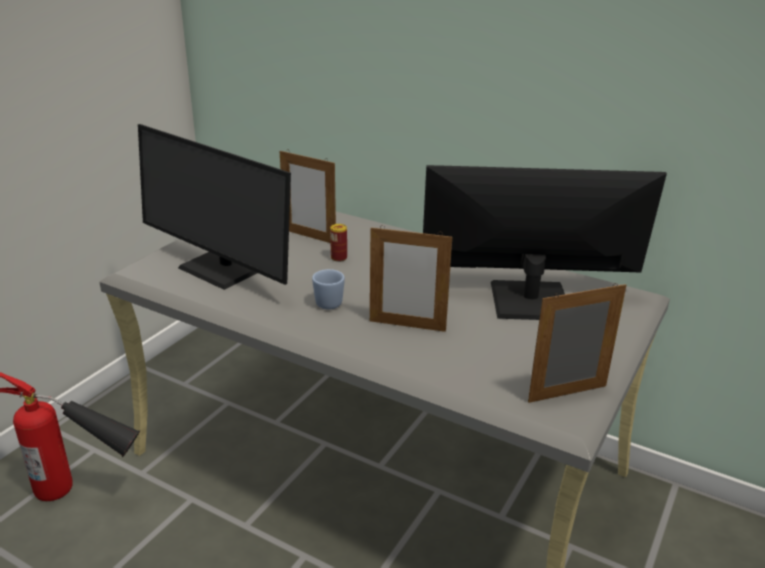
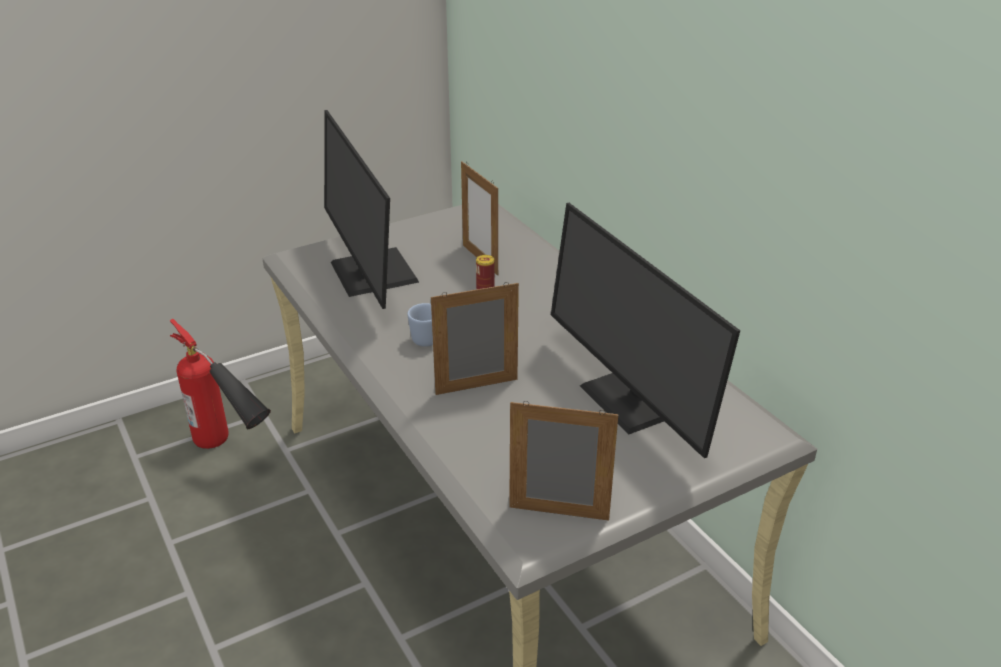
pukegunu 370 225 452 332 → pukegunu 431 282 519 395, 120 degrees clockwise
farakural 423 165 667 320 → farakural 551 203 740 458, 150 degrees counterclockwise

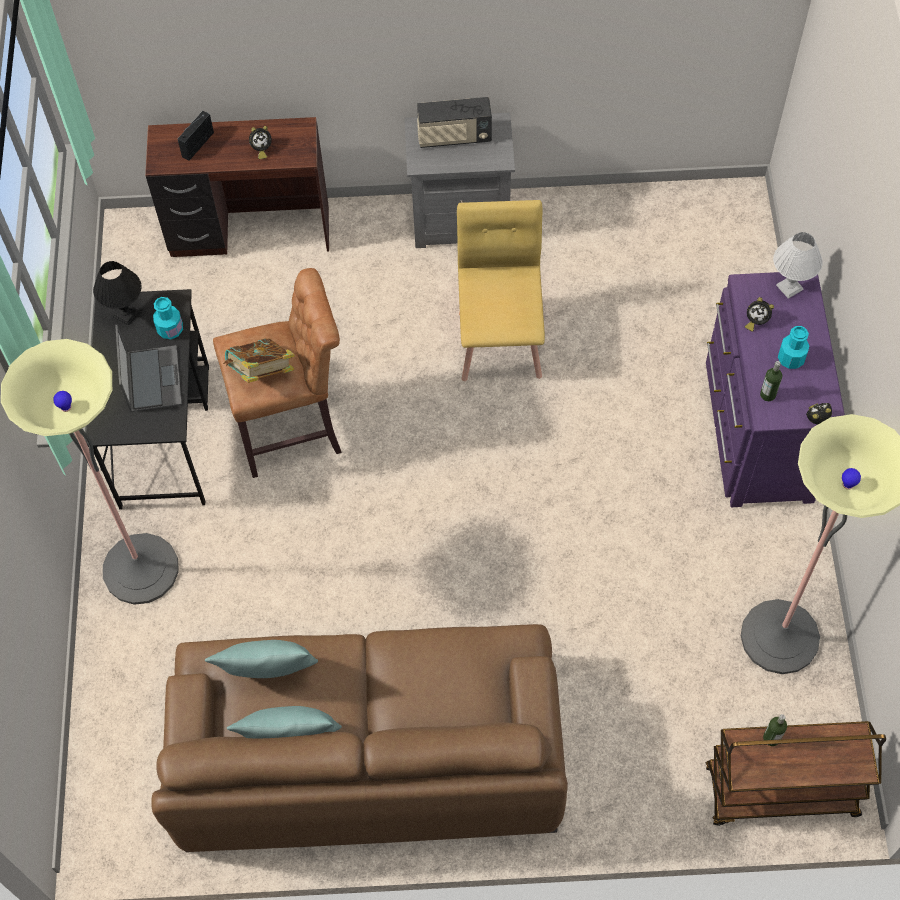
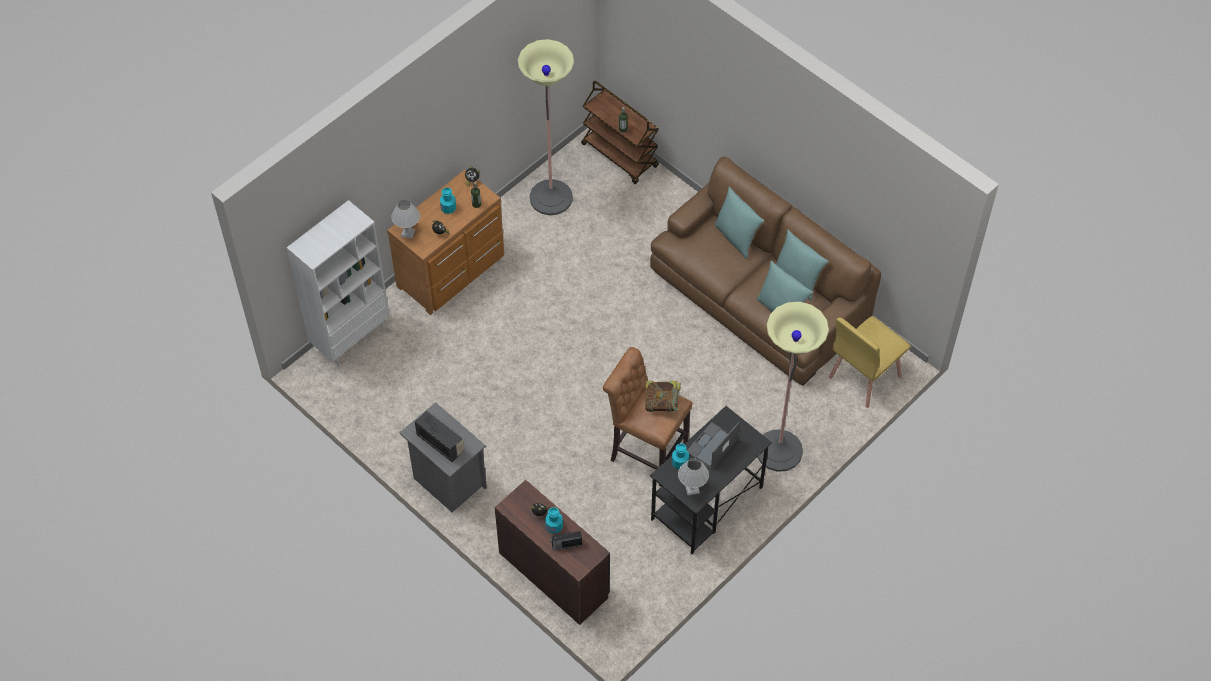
- → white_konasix 286 200 390 367
- → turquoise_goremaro 545 507 563 533
- → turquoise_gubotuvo 715 186 764 259
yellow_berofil 457 200 545 381 → yellow_berofil 829 316 911 408, moved
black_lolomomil 93 261 142 325 → white_lolomomil 678 458 709 495
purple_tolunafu 706 272 845 507 → brown_tolunafu 387 170 504 315

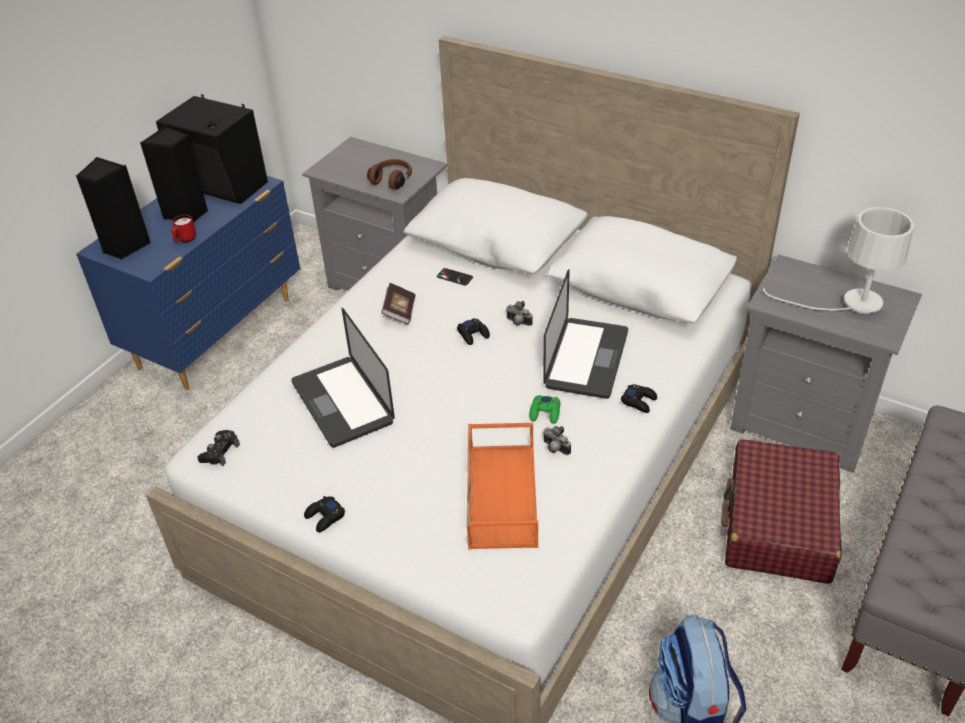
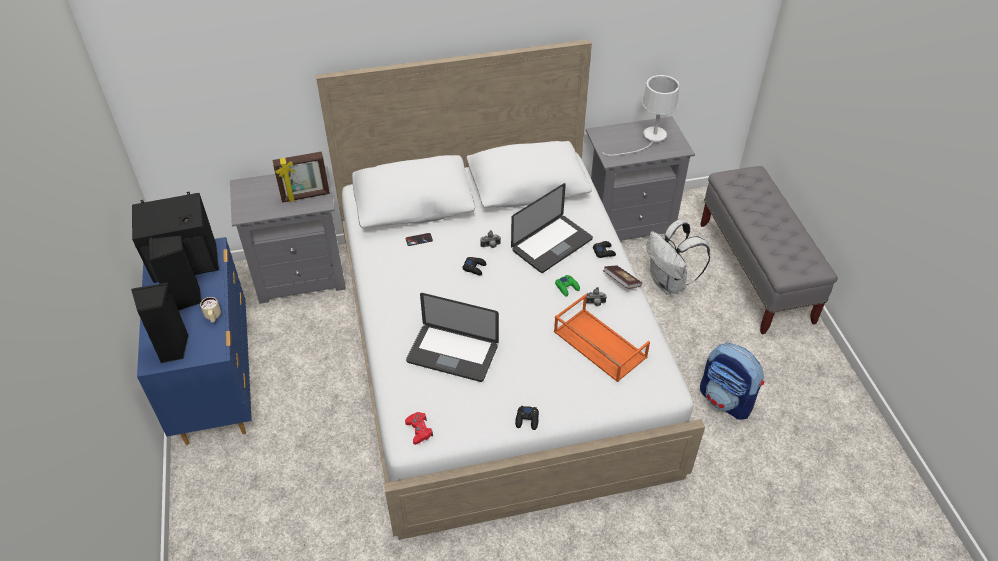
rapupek 381 283 416 324 → rapupek 603 266 642 289, moved
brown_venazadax 367 159 412 190 → pukegunu 272 152 330 202
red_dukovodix 721 439 842 584 → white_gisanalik 646 219 710 294
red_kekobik 171 215 196 243 → beige_kekobik 200 297 221 322
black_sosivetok 197 430 240 466 → red_sosivetok 405 412 433 445
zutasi 543 269 628 399 → zutasi 511 183 593 273, 75 degrees clockwise

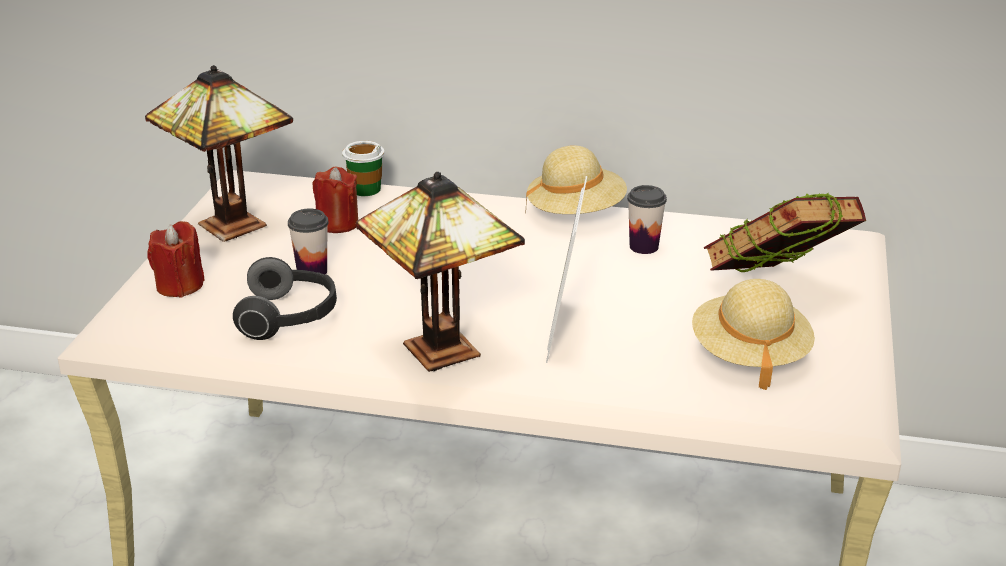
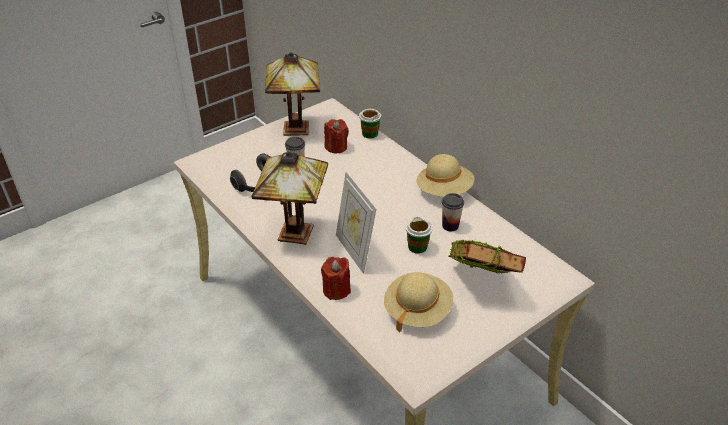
- → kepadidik 405 217 433 254
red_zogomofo 147 221 205 298 → red_zogomofo 321 257 351 300, moved
pukegunu 546 176 587 363 → pukegunu 336 171 377 274, 75 degrees counterclockwise

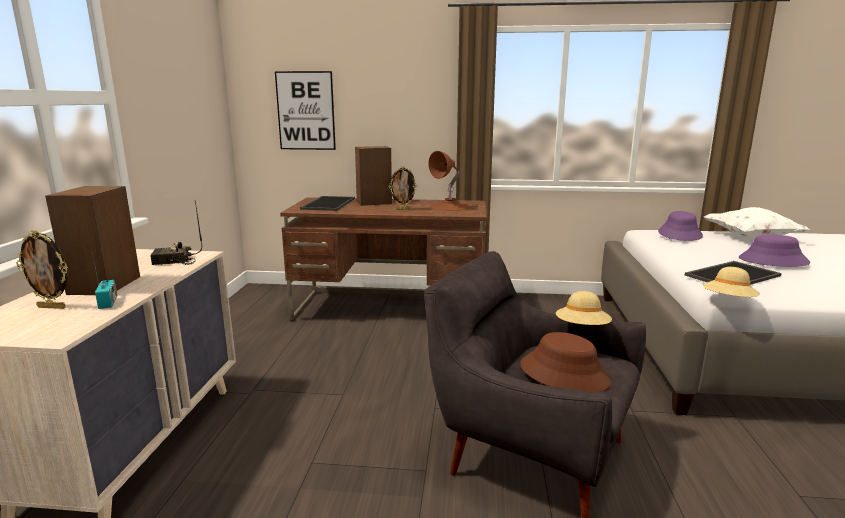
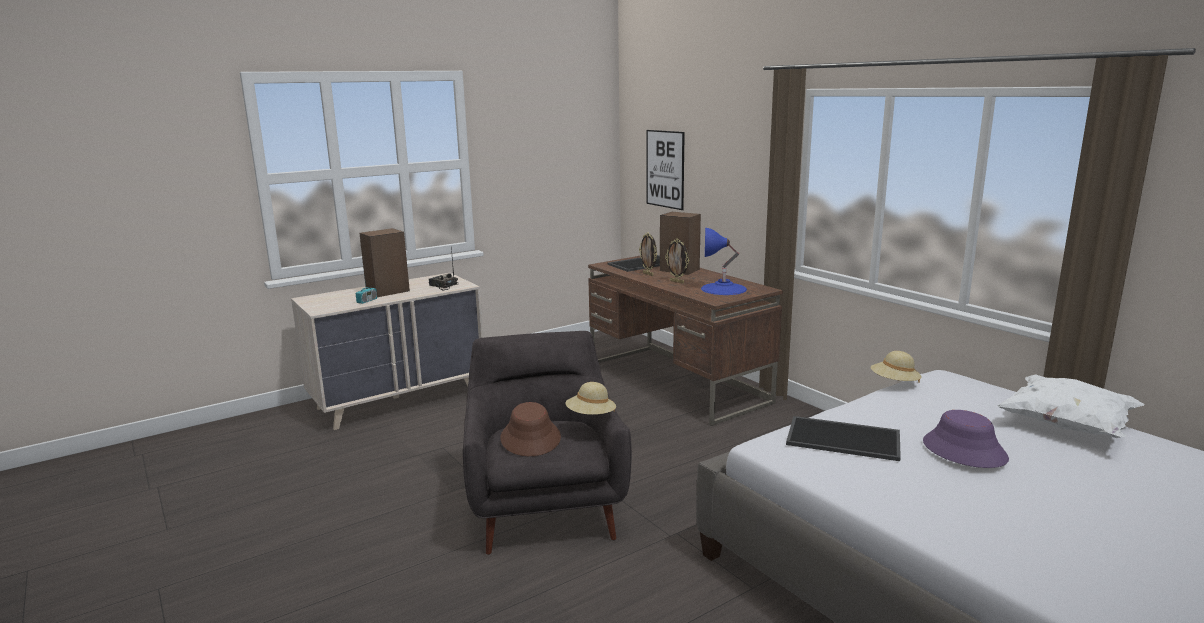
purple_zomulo 658 211 703 241 → -
pukegunu 16 230 68 309 → pukegunu 639 233 657 276, moved
beige_zomulo 703 267 760 297 → beige_zomulo 871 351 922 383, moved
brown_lolomomil 428 151 471 211 → blue_lolomomil 701 228 747 295

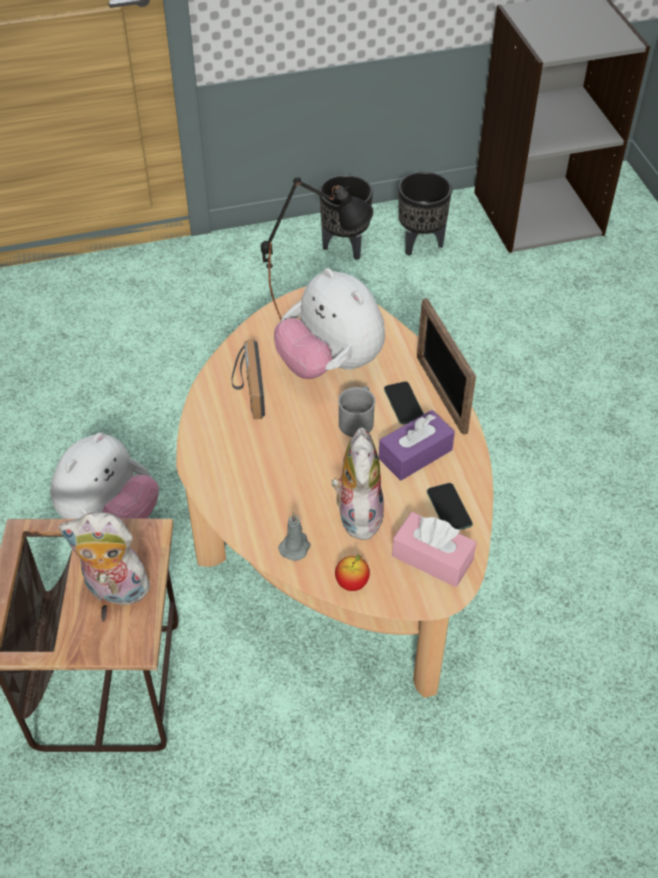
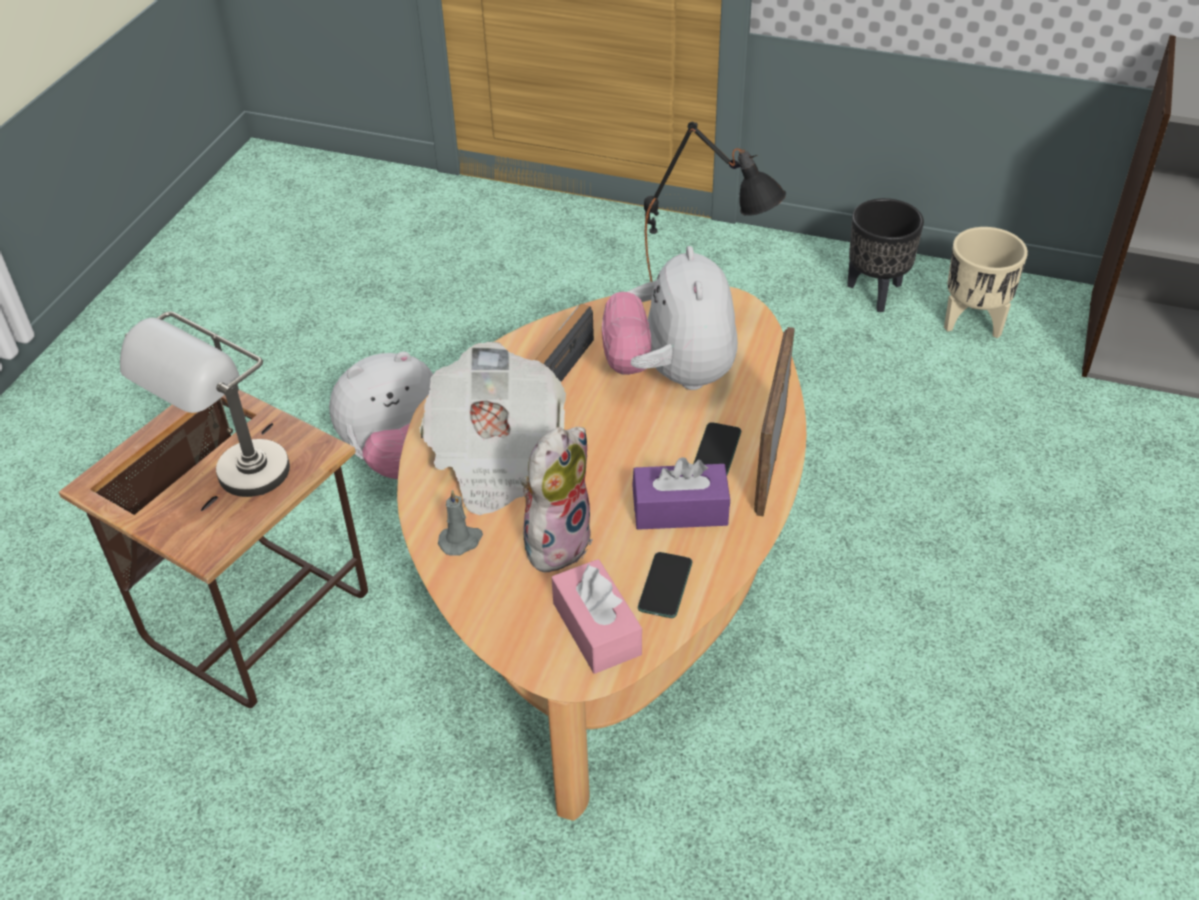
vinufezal 335 554 370 591 → -
grey_kekobik 338 386 375 437 → -
- → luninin 419 342 566 515
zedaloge 59 512 156 606 → grey_lolomomil 120 312 290 497
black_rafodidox 398 172 452 256 → beige_rafodidox 944 227 1028 338

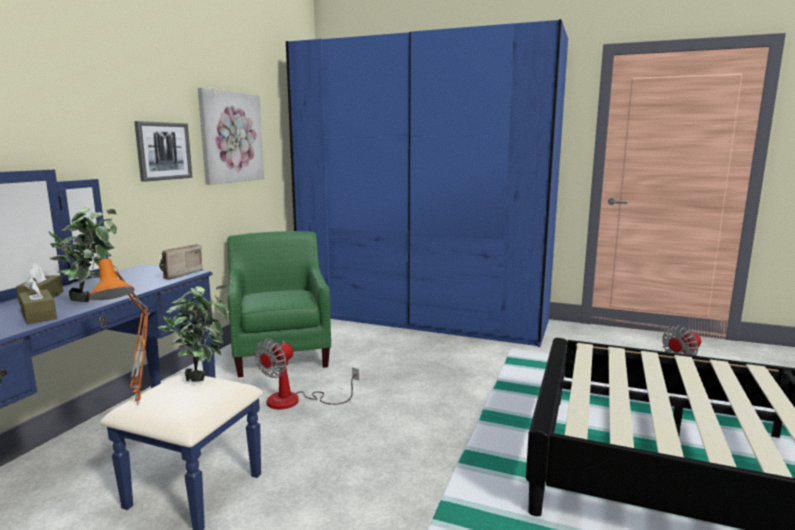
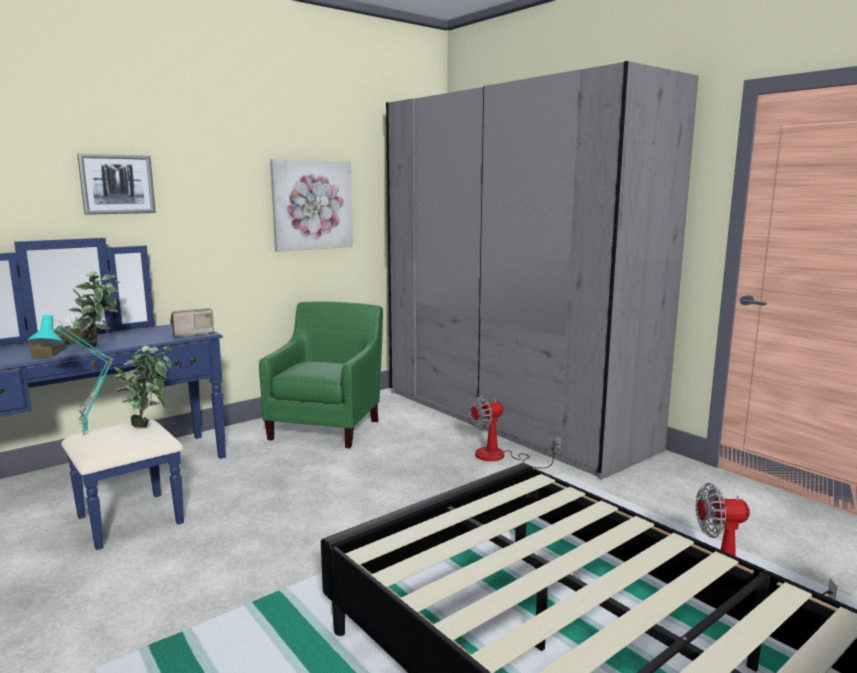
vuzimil 134 121 192 182 → vuzimil 77 154 156 215, moved
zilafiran 255 339 359 409 → zilafiran 469 394 562 469, moved
orange_lolomomil 89 259 150 405 → turquoise_lolomomil 27 315 114 435
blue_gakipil 286 19 568 347 → grey_gakipil 386 61 699 480

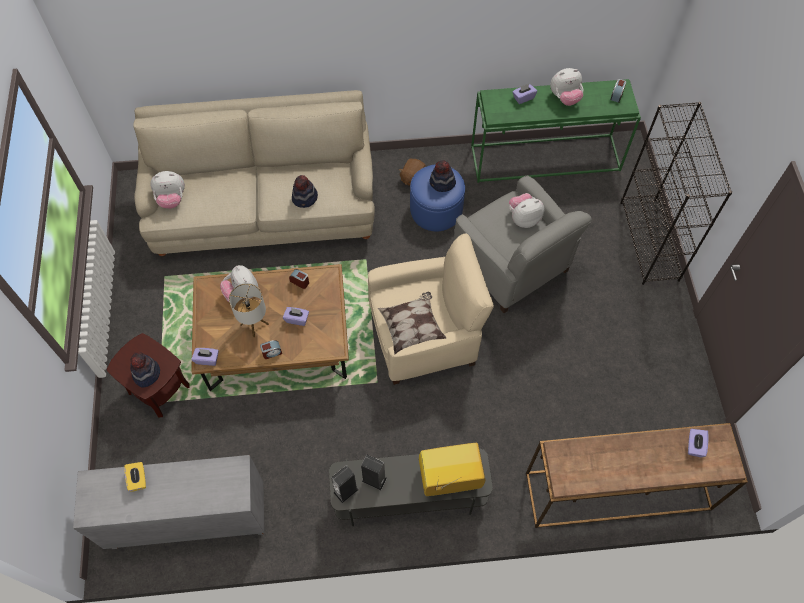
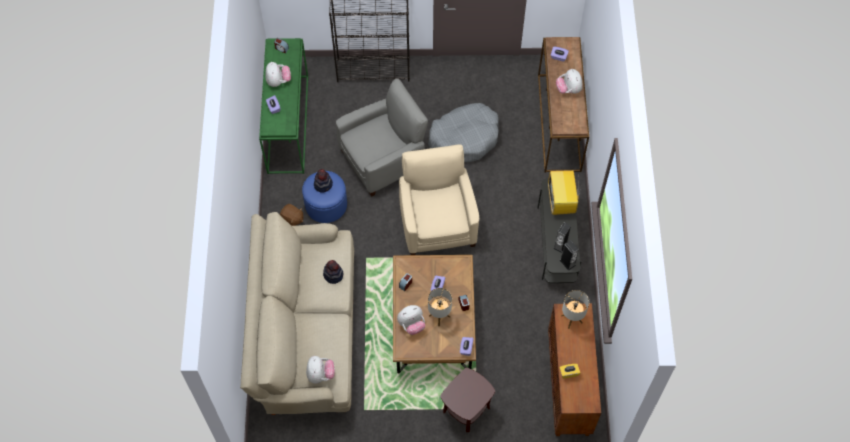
zomulo 130 352 160 387 → -
gubotuvo 378 292 446 355 → -
- → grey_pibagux 428 103 499 162
- → lolomomil 561 290 589 329
zedaloge 509 193 545 228 → zedaloge 556 69 583 94, moved
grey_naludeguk 73 455 264 549 → brown_naludeguk 548 303 601 436

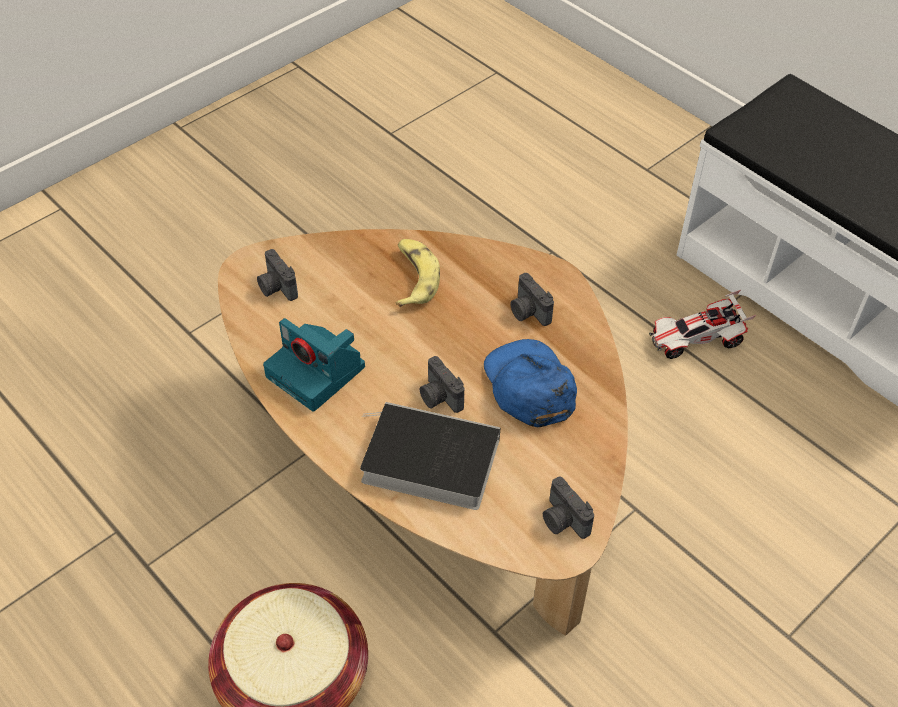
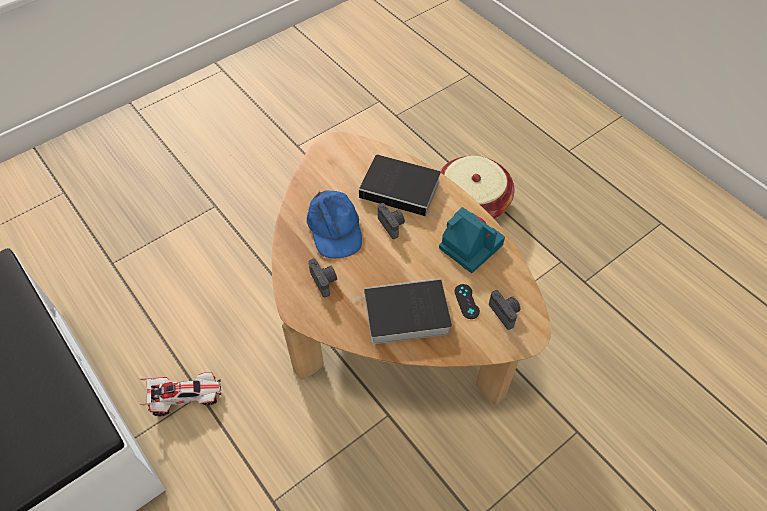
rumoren 543 476 594 539 → -
- → black_sosivetok 454 284 480 319
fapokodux 396 239 440 307 → rapupek 350 278 452 344

